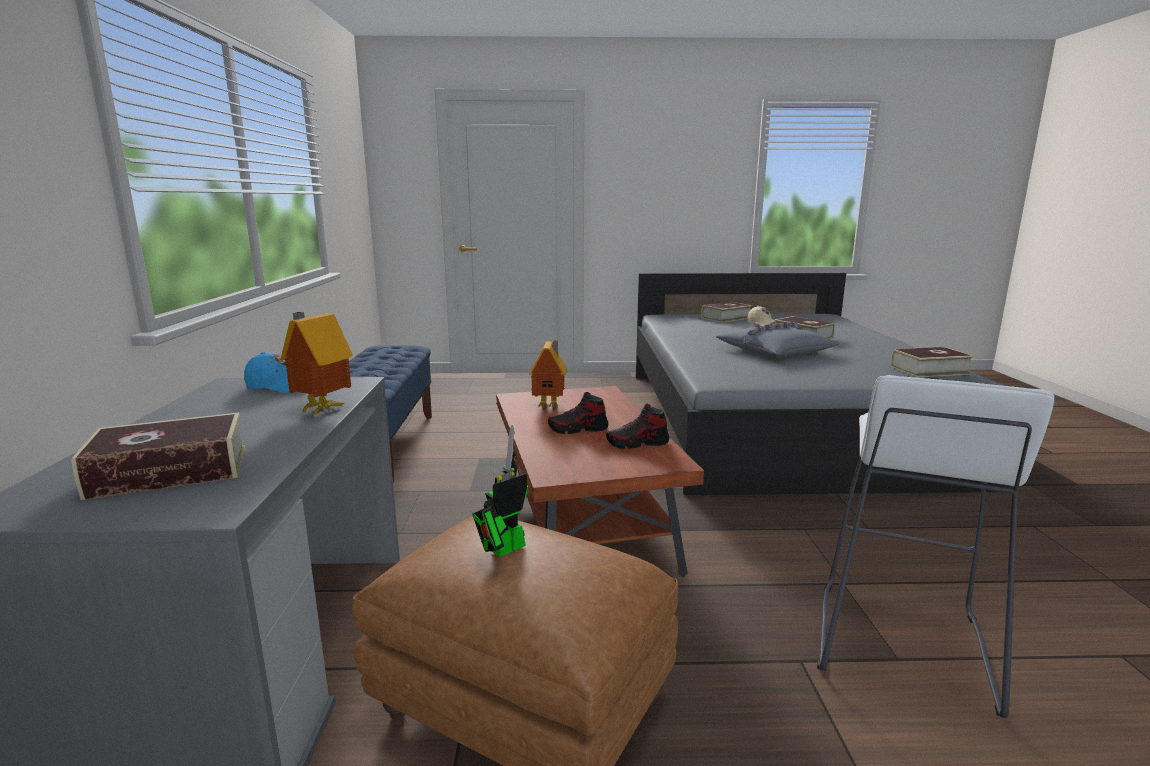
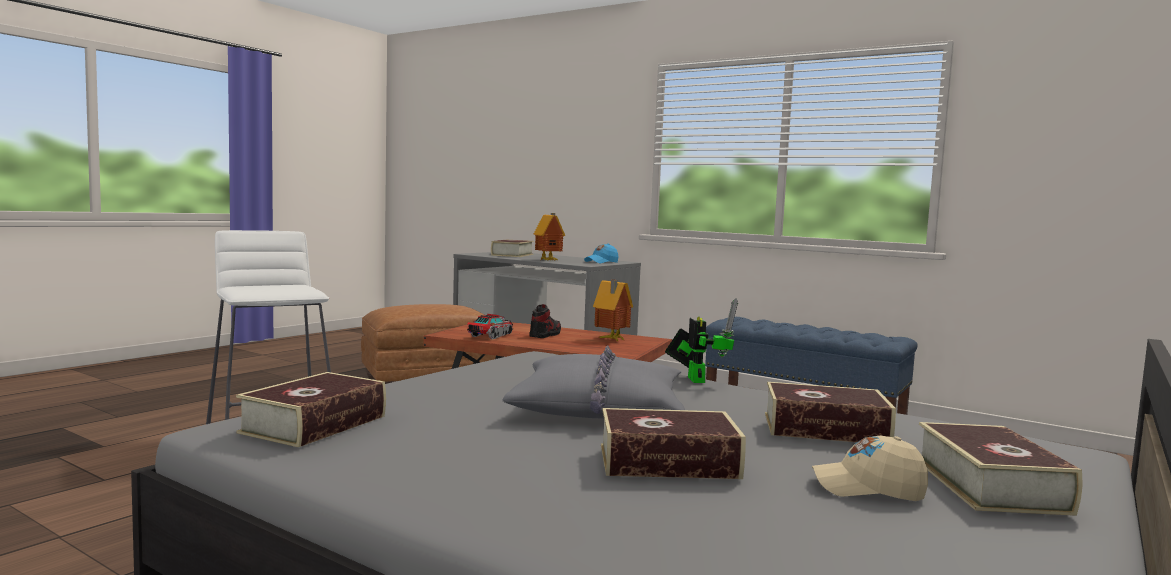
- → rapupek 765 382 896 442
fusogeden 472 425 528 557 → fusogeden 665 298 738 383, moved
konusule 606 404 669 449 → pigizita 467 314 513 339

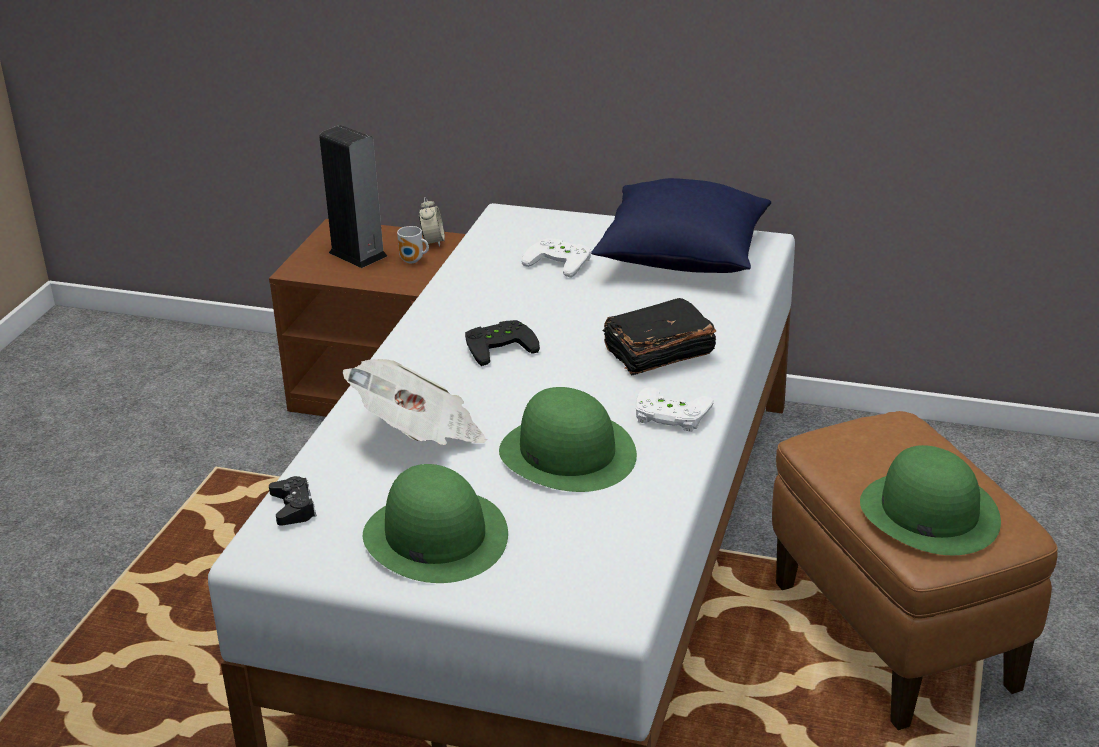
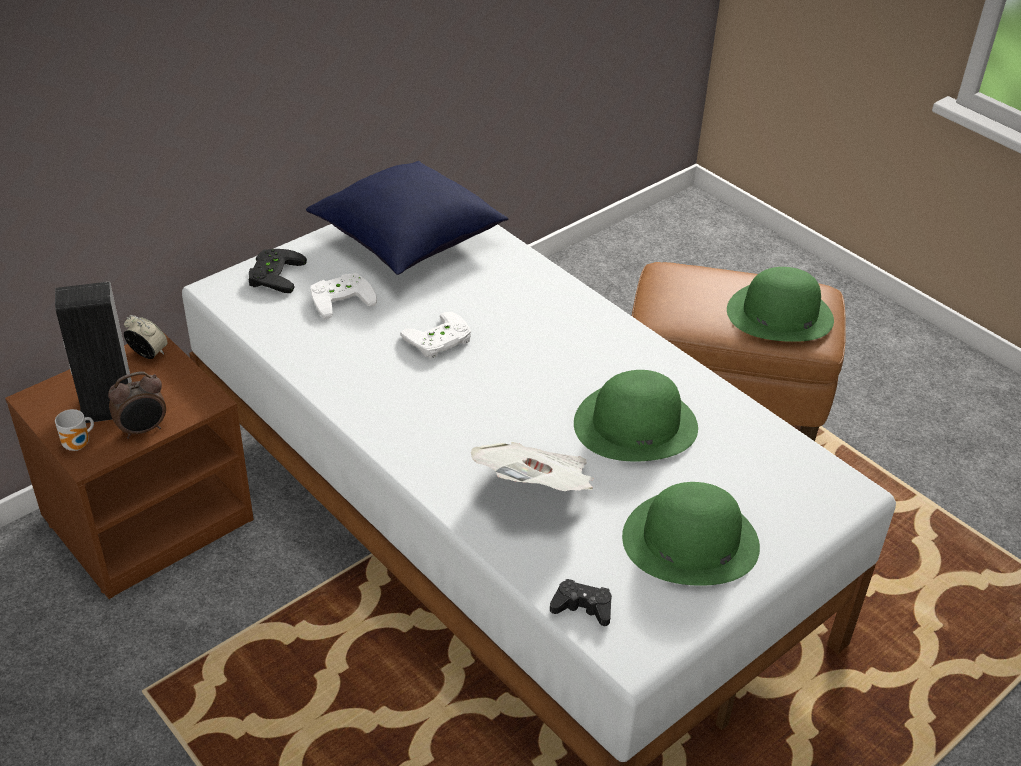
black_rapupek 603 298 716 375 → -
- → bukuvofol 108 371 166 439
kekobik 397 226 429 263 → kekobik 55 409 94 451, moved
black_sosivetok 465 320 540 366 → black_sosivetok 249 249 307 293, moved
white_sosivetok 636 387 714 432 → white_sosivetok 400 312 471 359, moved

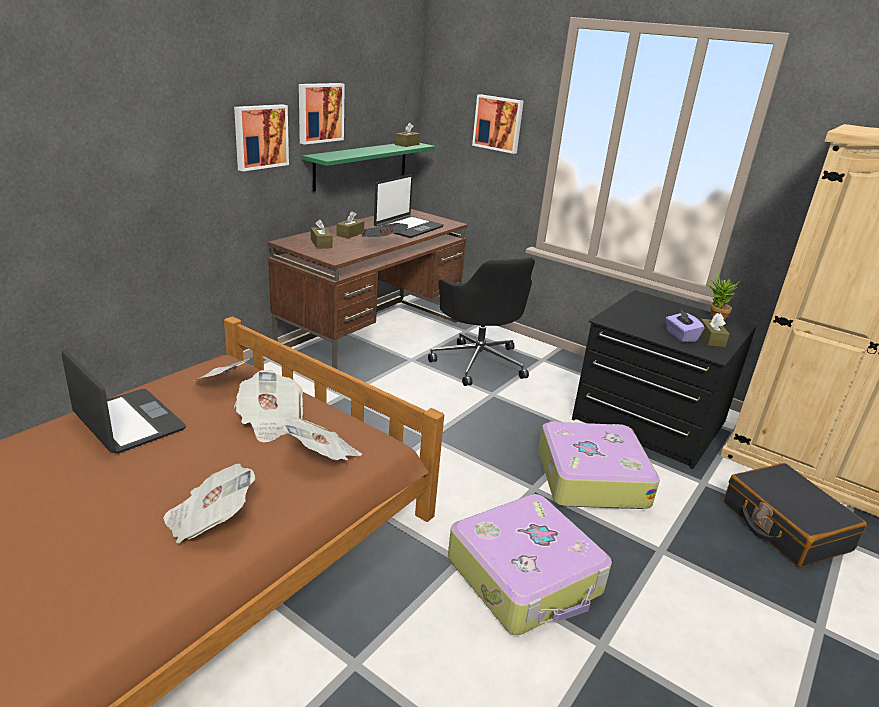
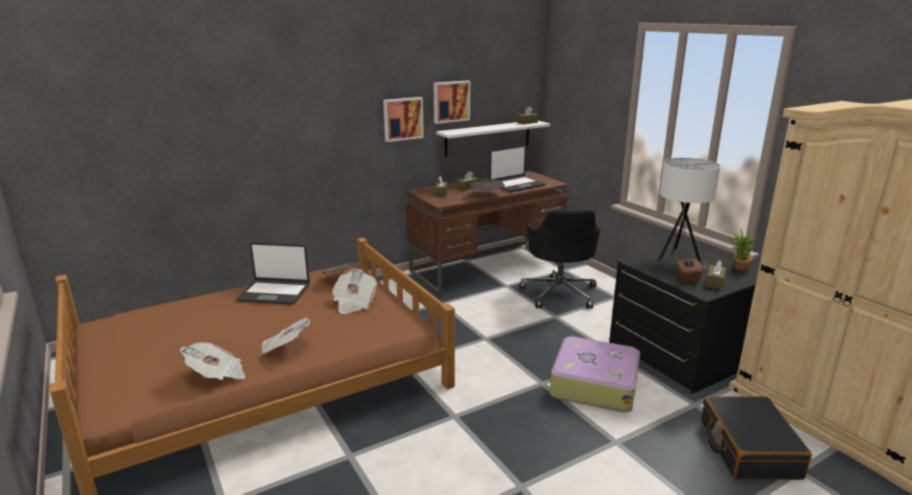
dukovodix 448 494 612 635 → -
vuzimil 472 94 524 154 → -
- → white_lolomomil 659 158 721 269
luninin 282 418 362 461 → luninin 180 342 245 380, moved
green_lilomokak 302 143 435 192 → white_lilomokak 436 121 550 157
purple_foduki 666 310 705 342 → brown_foduki 677 257 702 283
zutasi 62 349 186 454 → zutasi 237 242 310 304, 120 degrees clockwise

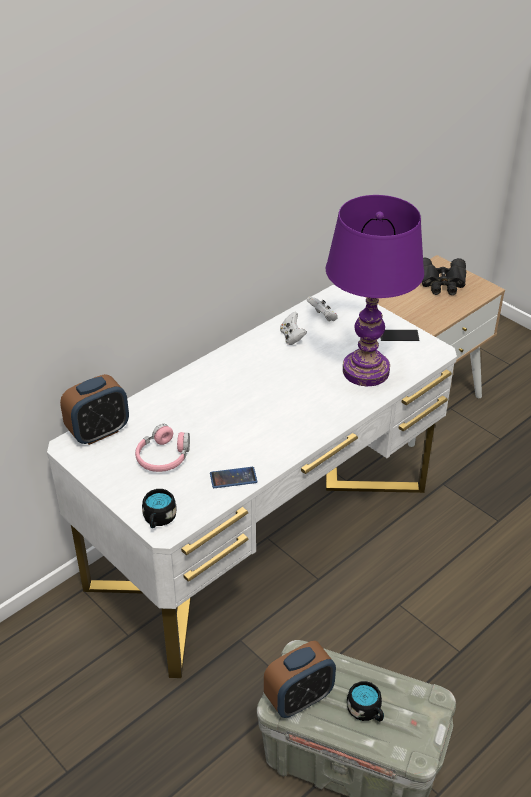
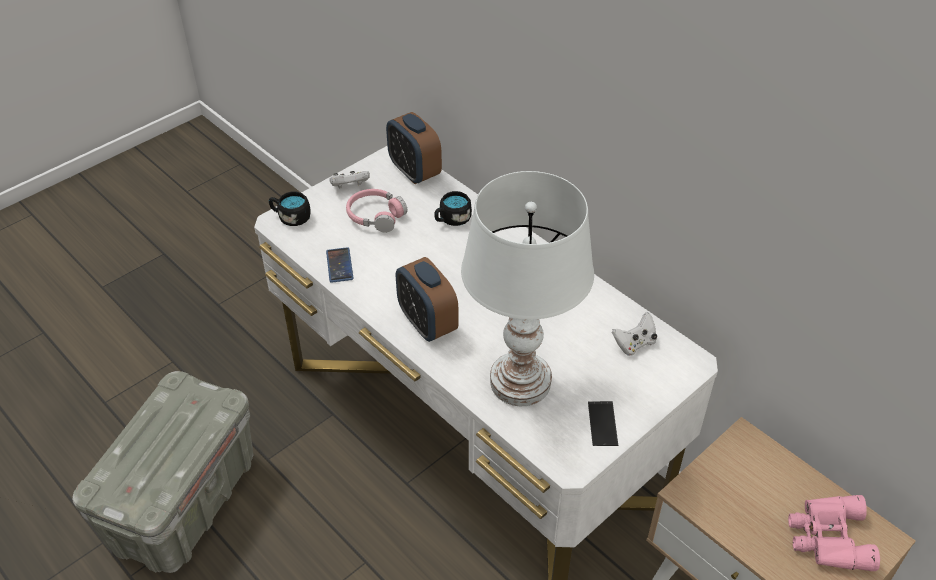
bukuvofol 264 641 336 718 → bukuvofol 396 257 459 342, moved
white_sosivetok 280 312 307 345 → white_sosivetok 329 171 370 189, moved
black_kekobik 347 681 384 721 → black_kekobik 434 191 472 226, moved
purple_lolomomil 326 195 424 386 → white_lolomomil 461 171 594 406
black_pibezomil 422 258 466 295 → pink_pibezomil 788 495 880 571

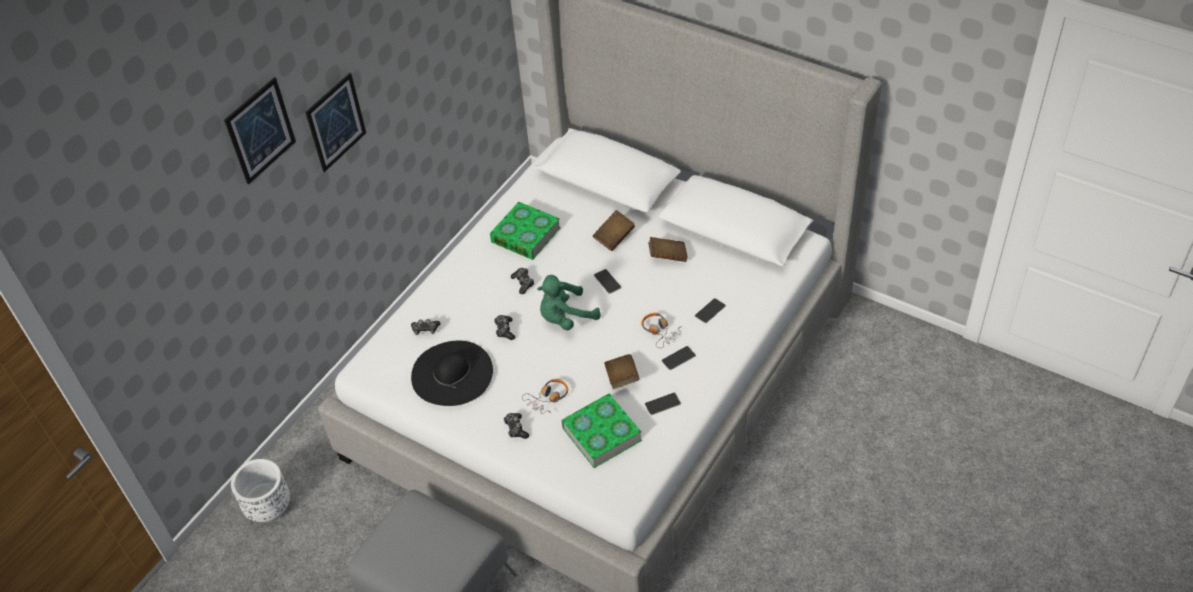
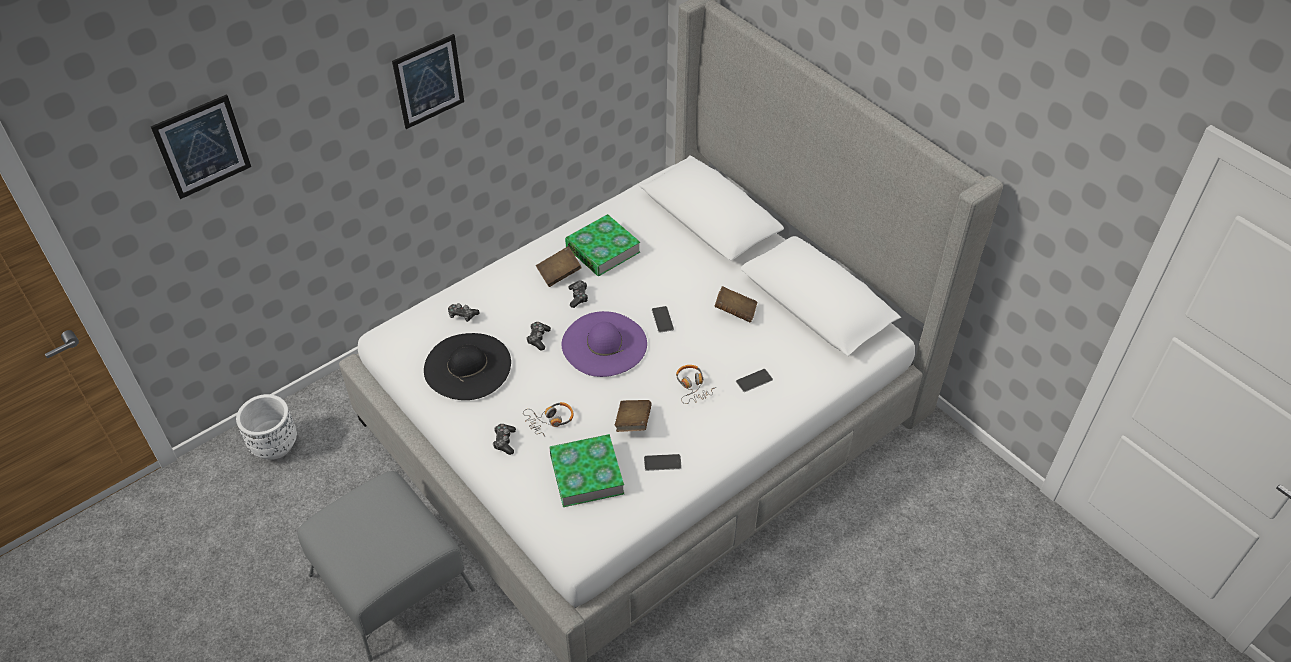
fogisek 661 346 696 370 → -
vuzimil 224 77 296 185 → vuzimil 151 94 251 199, moved
brown_rapupek 593 210 635 251 → brown_rapupek 536 246 582 287, moved
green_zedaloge 537 275 601 331 → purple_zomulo 561 311 647 377

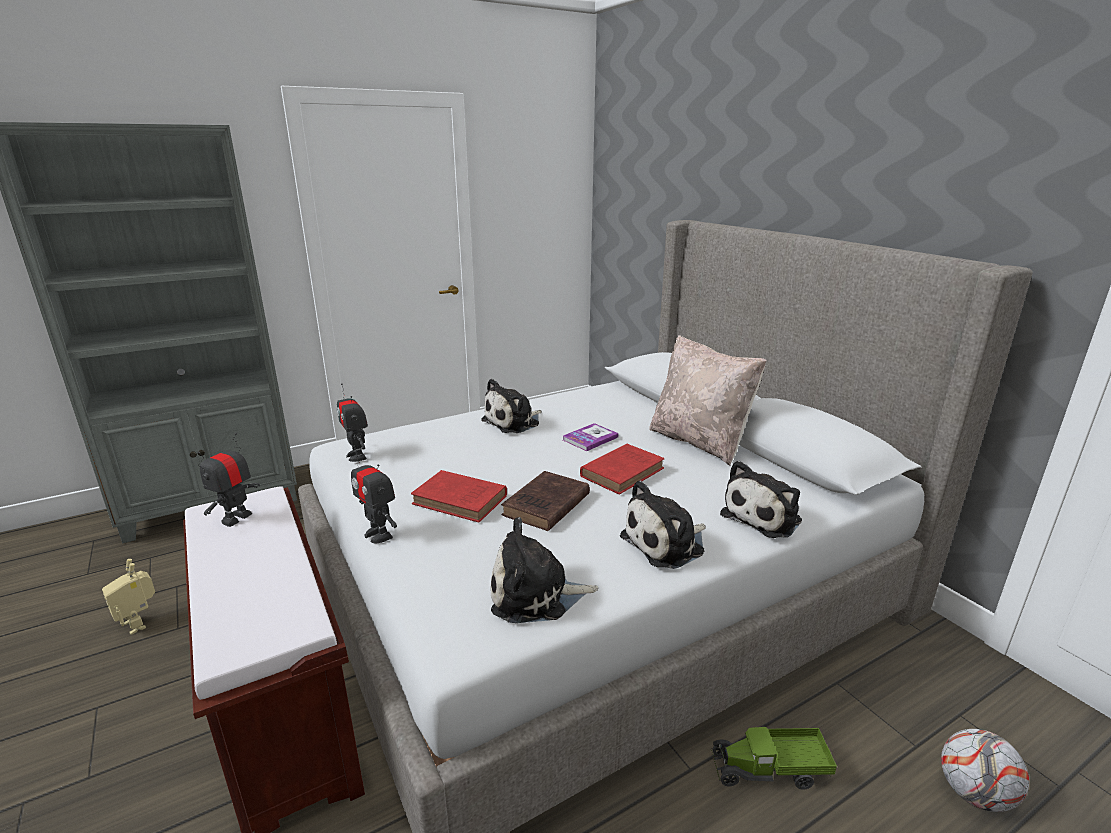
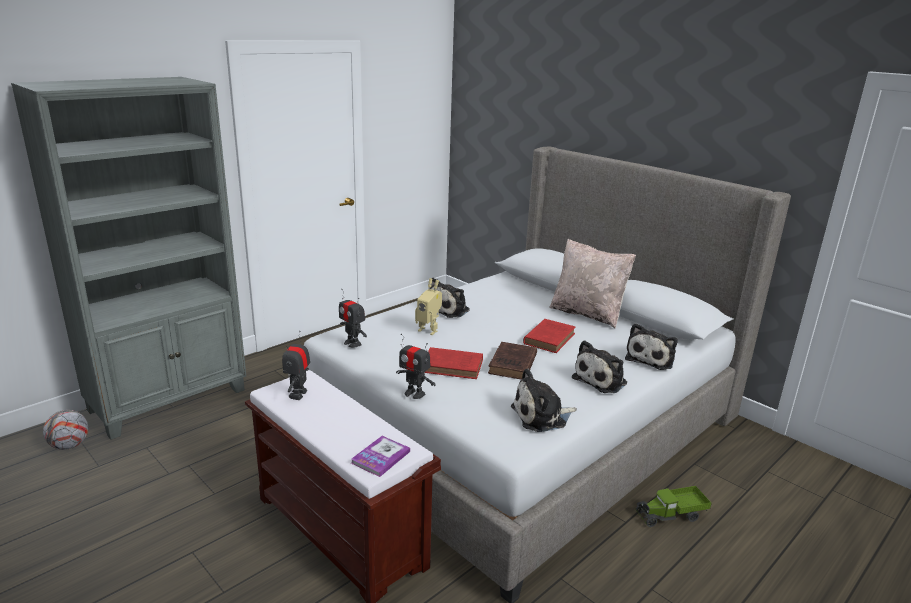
fusogeden 102 559 155 635 → fusogeden 415 278 442 335, moved
rapupek 563 423 619 451 → rapupek 351 436 410 477, moved
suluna 941 729 1029 812 → suluna 43 410 88 450, moved

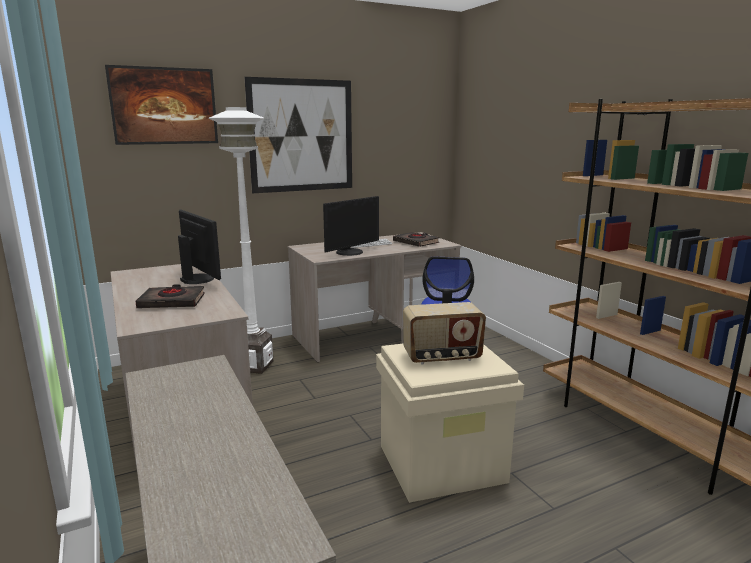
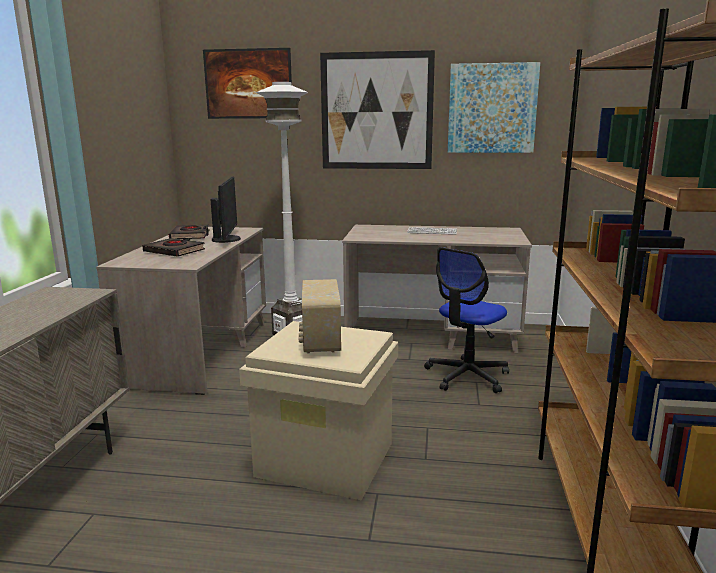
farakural 323 196 379 256 → -
- → vuzimil 448 62 540 153
black_rapupek 393 232 439 247 → black_rapupek 169 225 209 239, moved
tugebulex 403 302 486 364 → tugebulex 299 279 341 353, 60 degrees clockwise

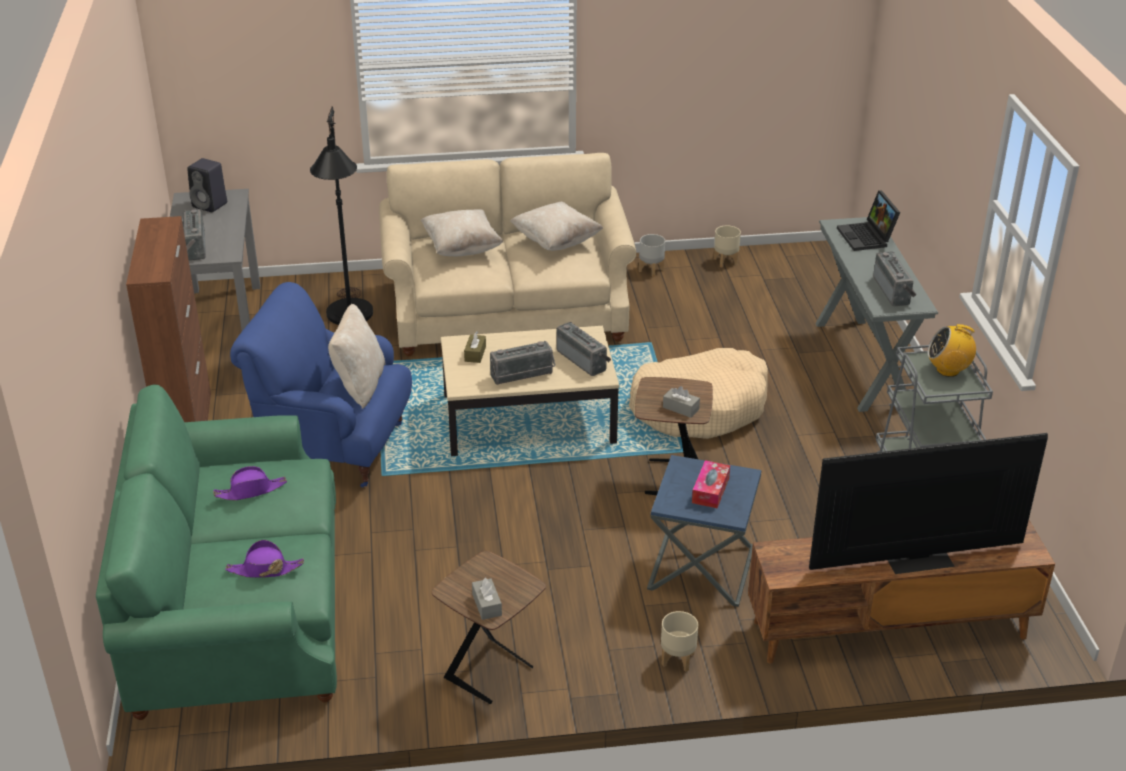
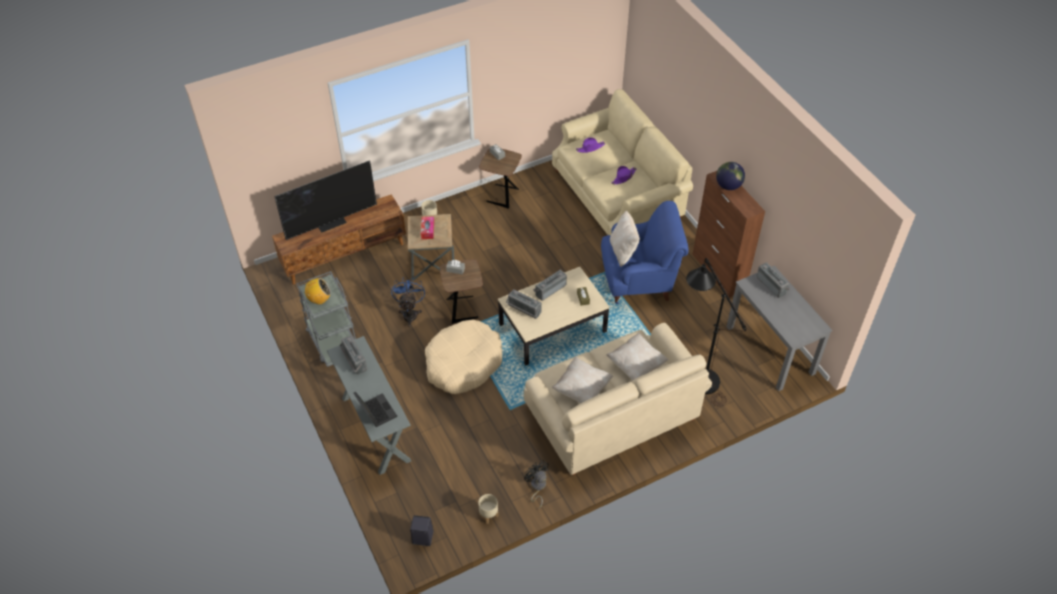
- → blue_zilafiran 391 277 425 327
- → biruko 716 162 745 190
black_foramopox 187 158 227 212 → black_foramopox 410 515 433 546, moved
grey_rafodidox 639 234 665 277 → black_zilafiran 524 460 549 509
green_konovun 96 385 337 720 → beige_konovun 552 89 693 235
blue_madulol 647 455 761 607 → brown_madulol 408 214 454 280

